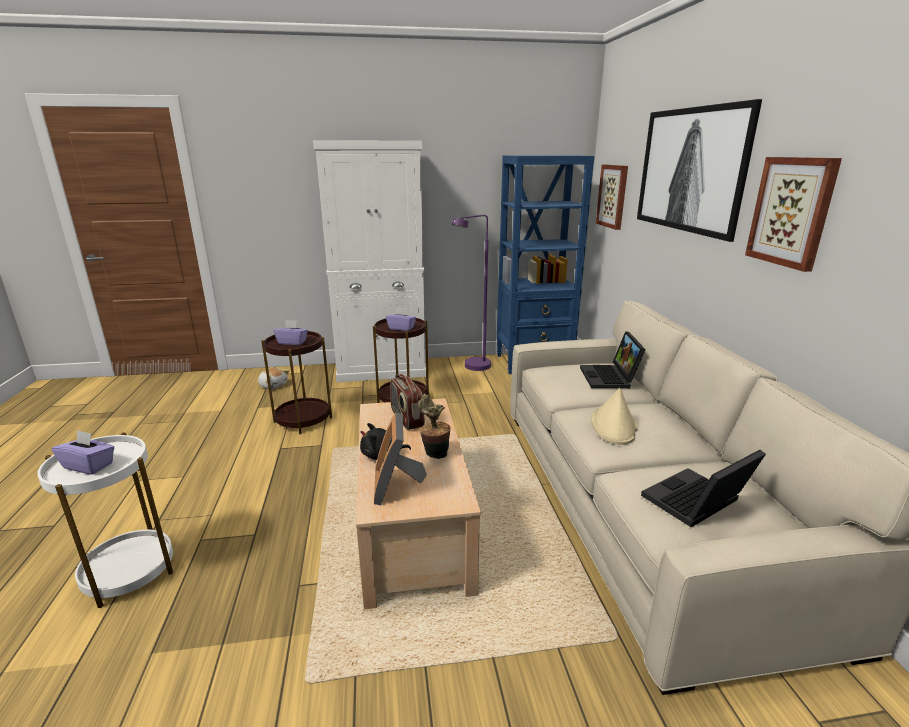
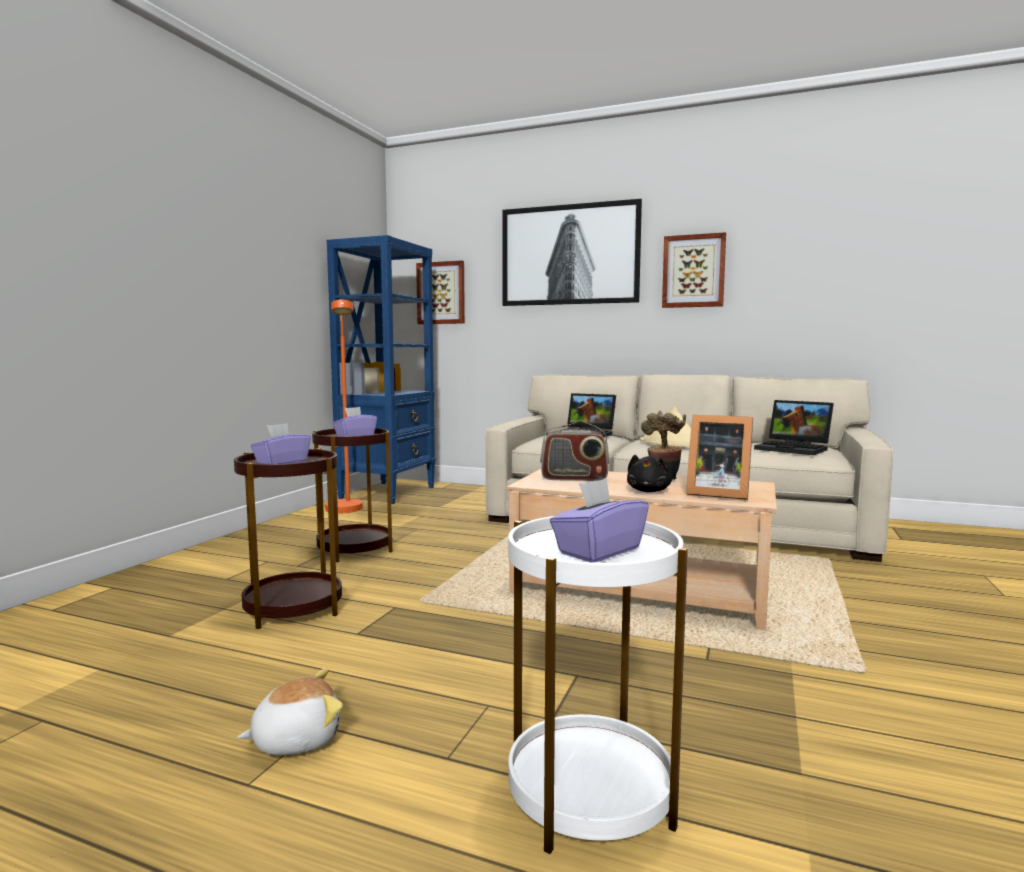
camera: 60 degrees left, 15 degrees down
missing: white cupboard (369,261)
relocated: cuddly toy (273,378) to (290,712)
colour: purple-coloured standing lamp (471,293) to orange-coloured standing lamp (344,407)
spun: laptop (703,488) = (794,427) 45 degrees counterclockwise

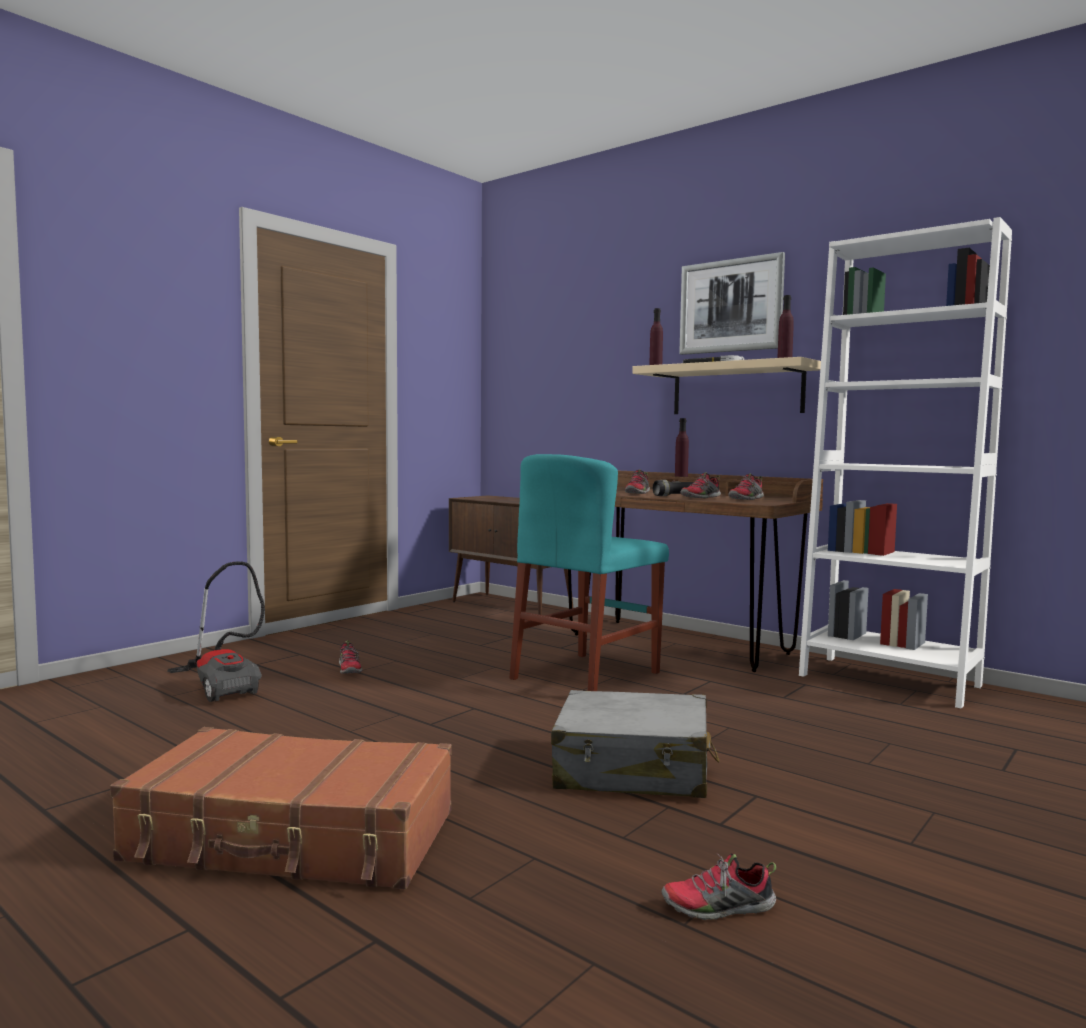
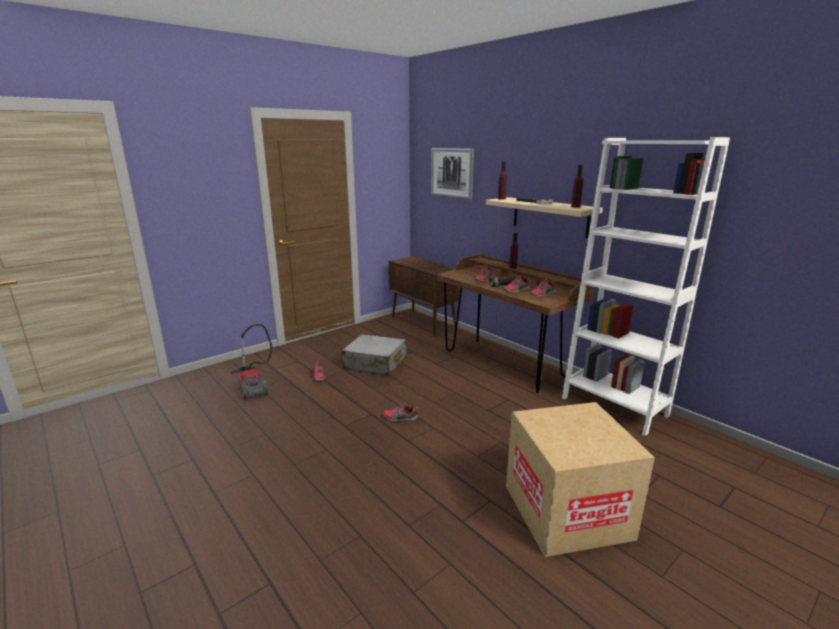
camera: 10 degrees right, 15 degrees up
missing: brown travel case (281,808); blue-green chair (589,572)
appeared: carton (580,479)
relocated: gray travel case (635,744) to (374,355); item of footwear (718,886) to (400,412); wall picture (732,303) to (452,174)

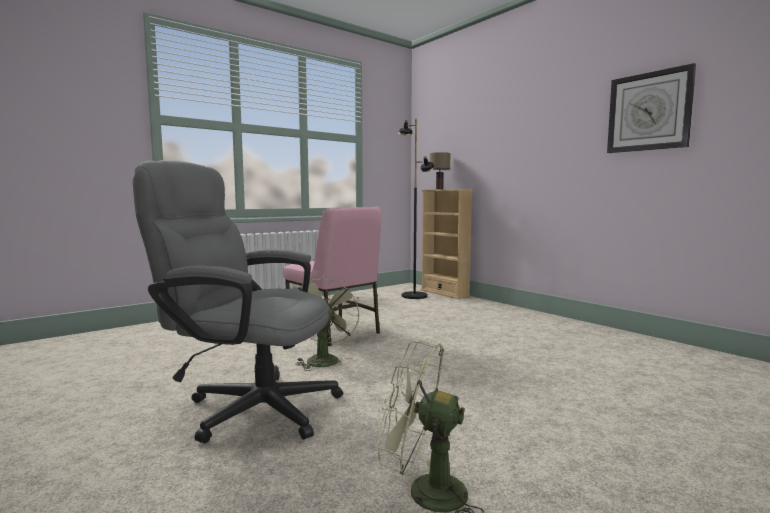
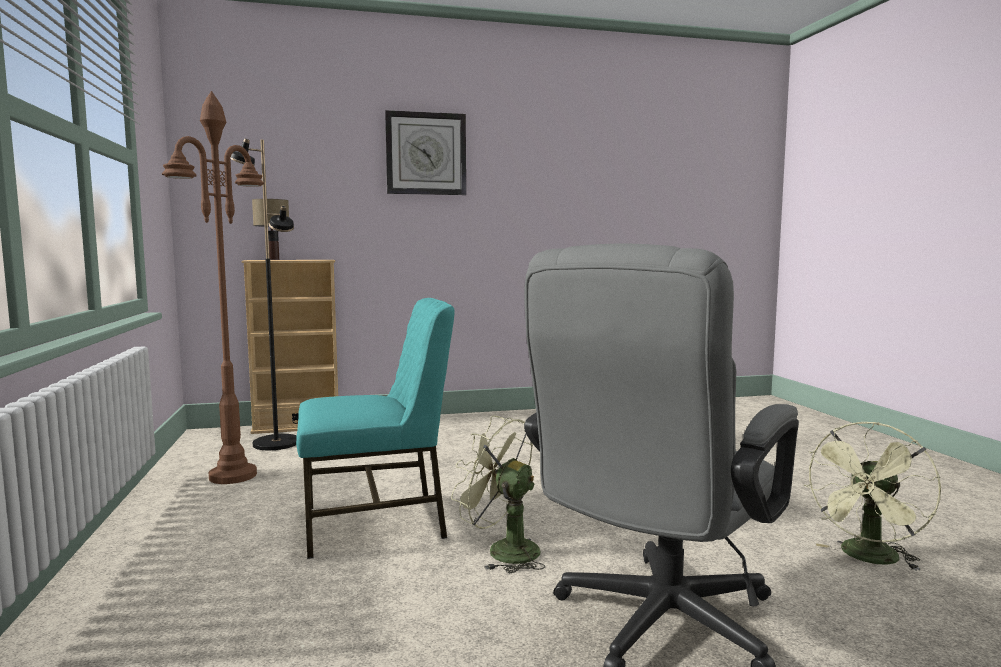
camera: 65 degrees left, 0 degrees up
appeared: brown standing lamp (213,287)
relocated: clock on the wall (651,108) to (425,152)
colour: pink-coloured chair (332,276) to blue-green chair (375,428)

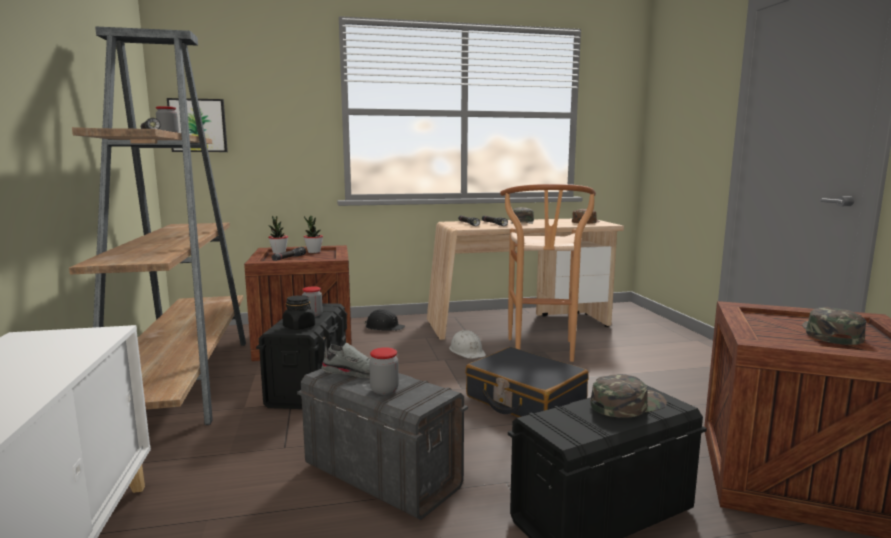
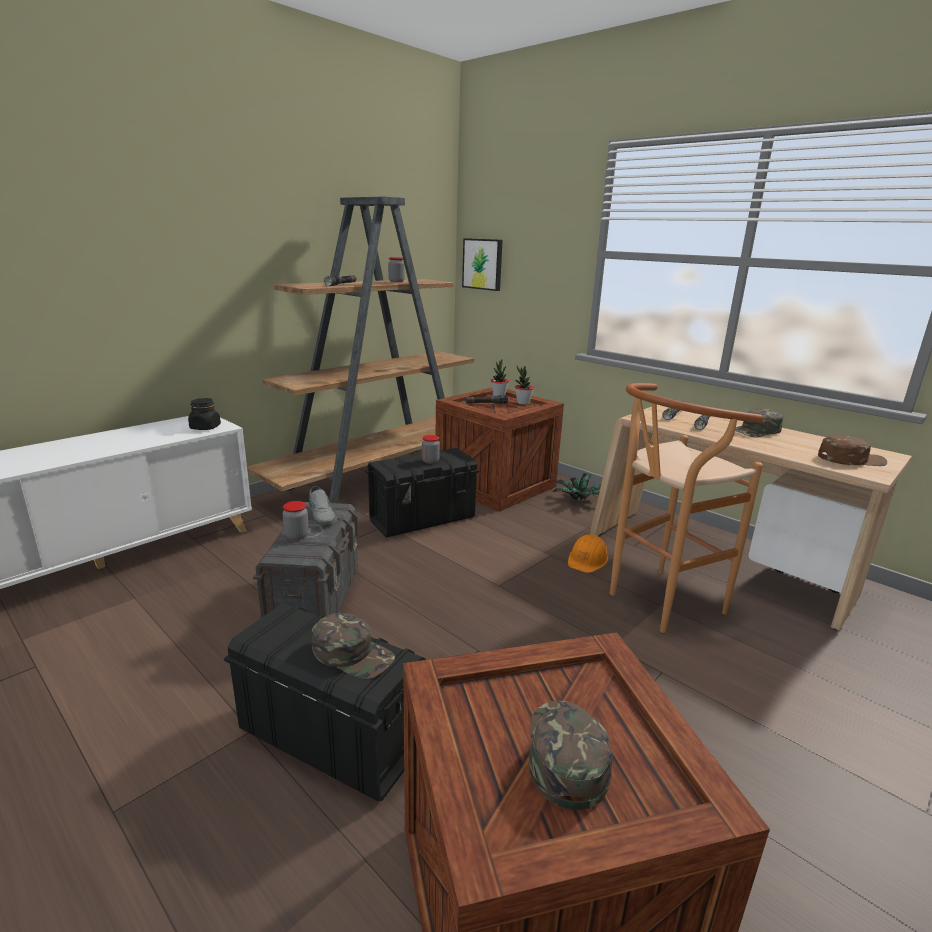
camera: 55 degrees right, 10 degrees up
missing: black-coloured travel case (527,382)
relocated: black-coloured storage jar (299,312) to (204,414)
exchanged: black-coloured hard hat (384,320) to plant in a pot (577,486)
colour: white hard hat (467,344) to orange-coloured hard hat (588,553)
spun: greenish baseball cap (834,326) = (571,755) 75 degrees counterclockwise

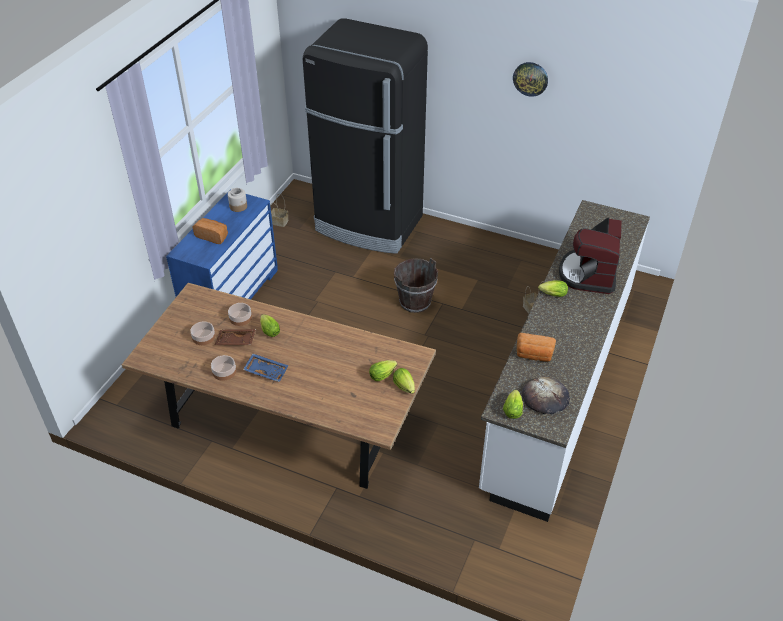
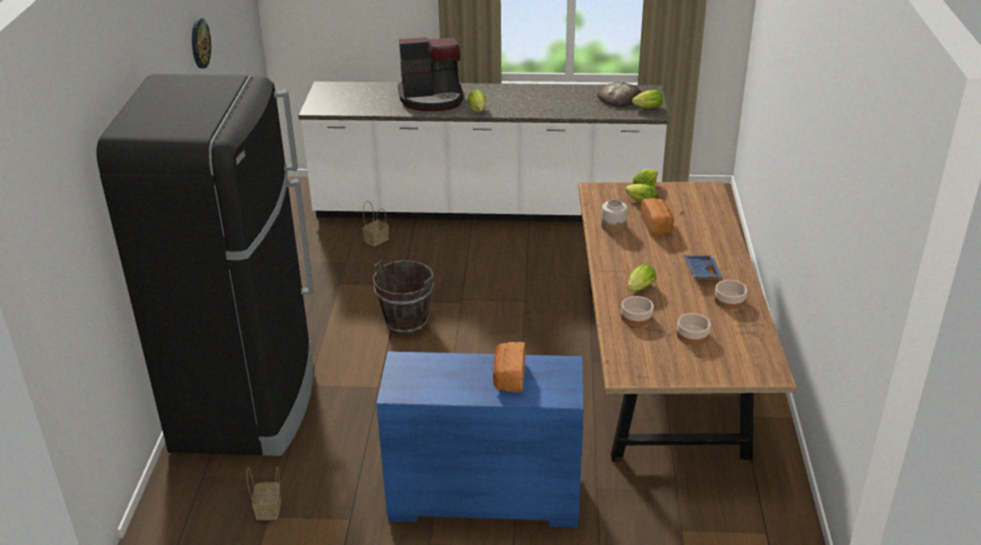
camera: 110 degrees left, 10 degrees down
missing: brown tray (235,337)
relocated: storage jar (237,200) to (614,216); bread (536,347) to (657,217)

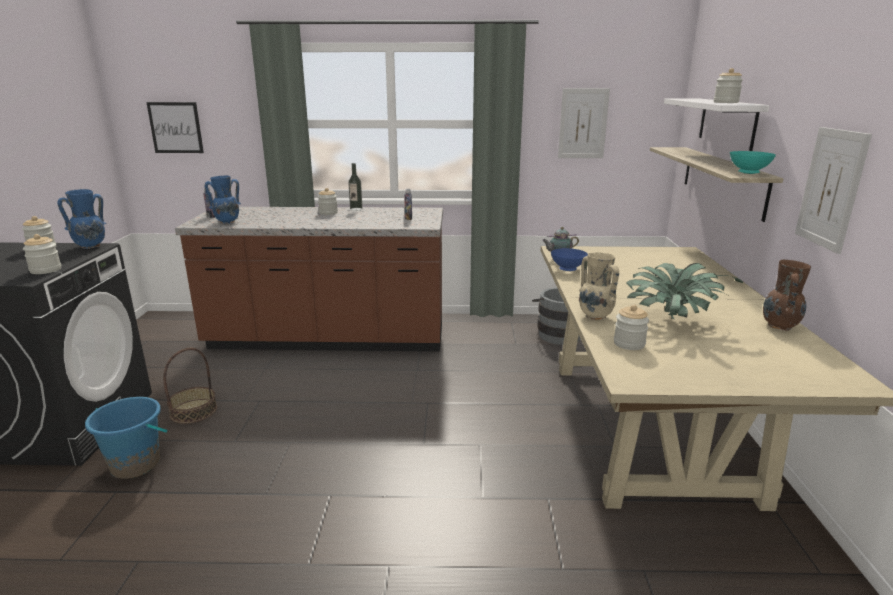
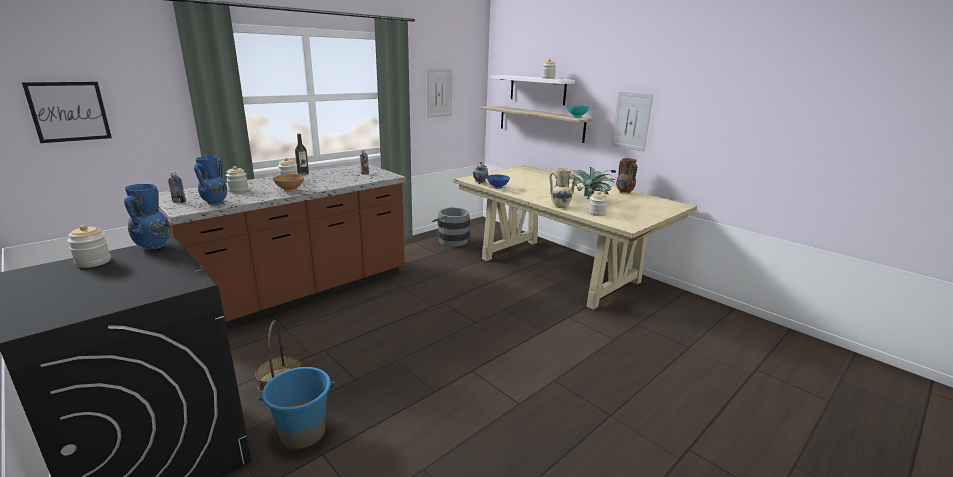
camera: 45 degrees left, 0 degrees up
appeared: brown serving bowl (288,183)
relocated: storage jar (42,254) to (237,179)

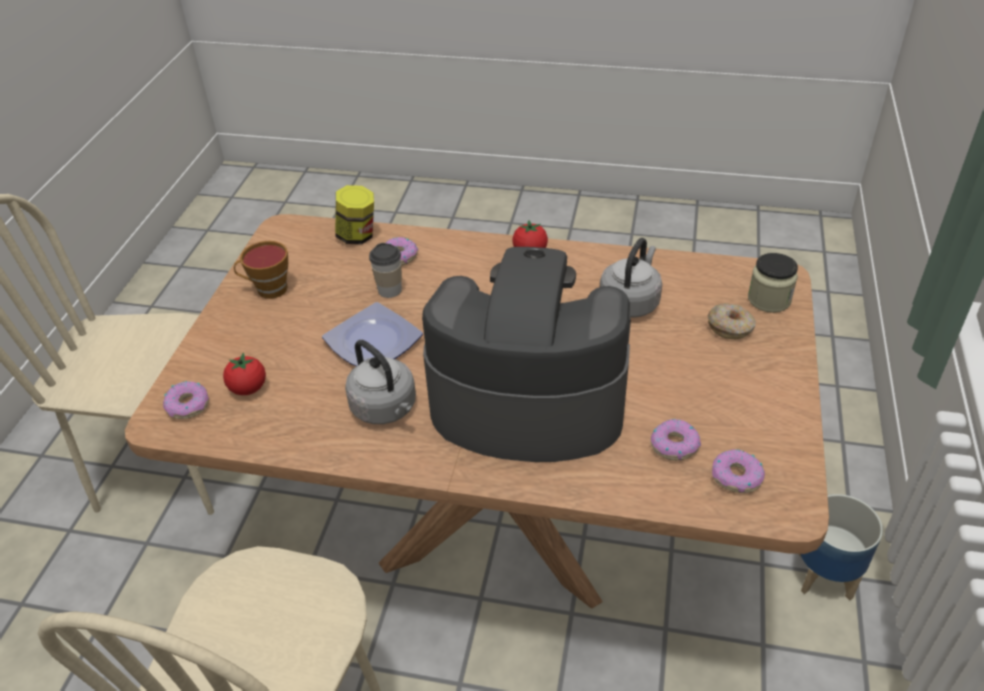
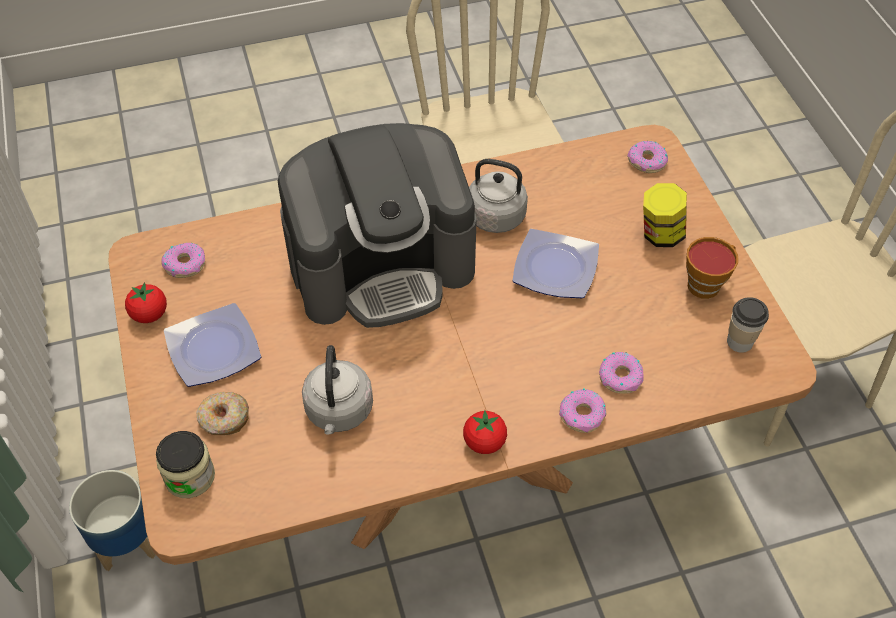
camera: 150 degrees right, 10 degrees up
appeared: flat dish (212,345)
relocated: tomato (244,374) to (146,302); storage jar (354,214) to (665,215); cup (385,270) to (748,325); ring doughnut (675,440) to (582,410)

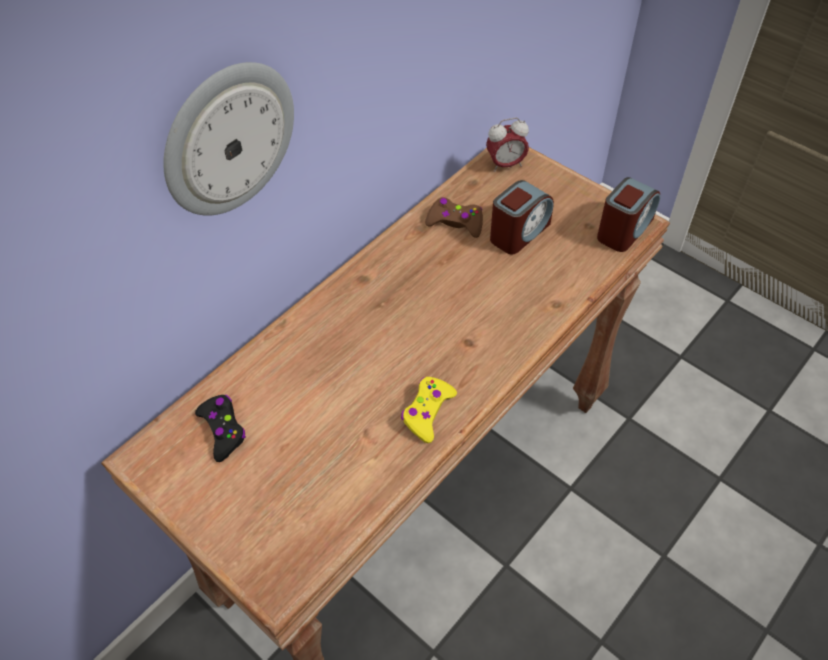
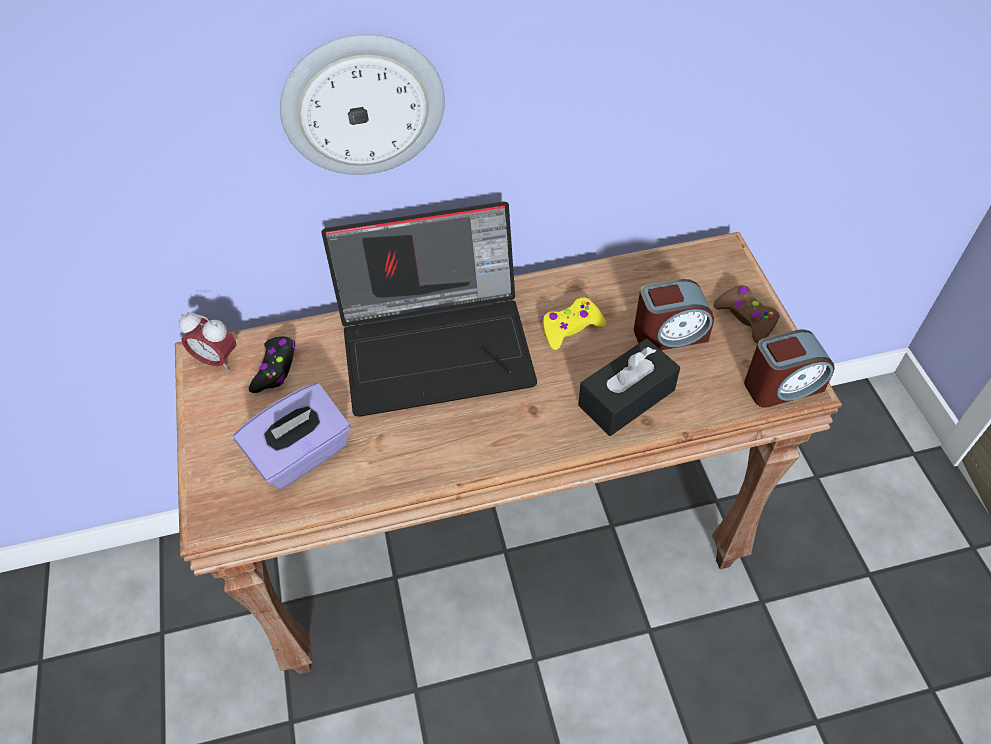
camera: 35 degrees right, 0 degrees up
appeared: purple-coloured tissue holder (292,436); laptop (429,309); black-coloured tissue holder (629,387)
relocated: yellow game controller (429,410) to (574,323); brown game controller (454,217) to (747,314); alarm clock (507,145) to (207,341)

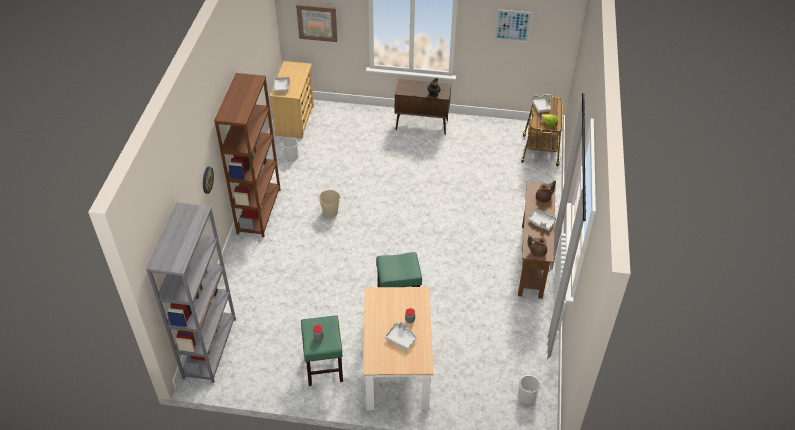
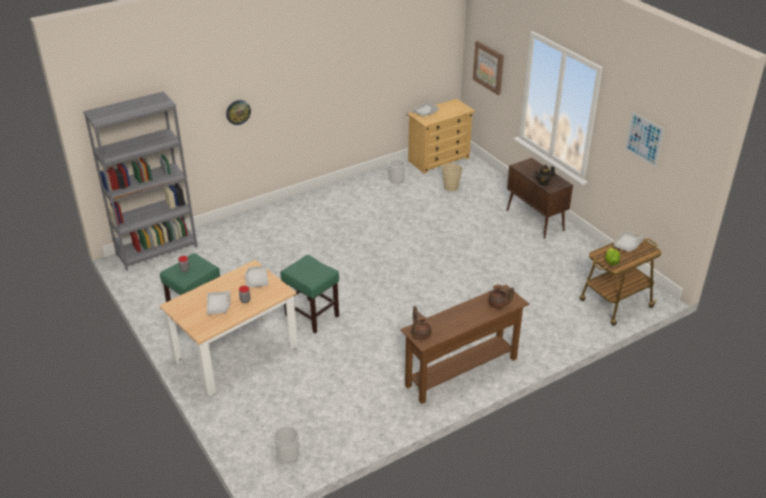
camera: 50 degrees right, 10 degrees down
missing: brown bookshelf (247,155)
relocated: beige bucket (329,204) to (452,177); gray tray (542,220) to (256,277)

